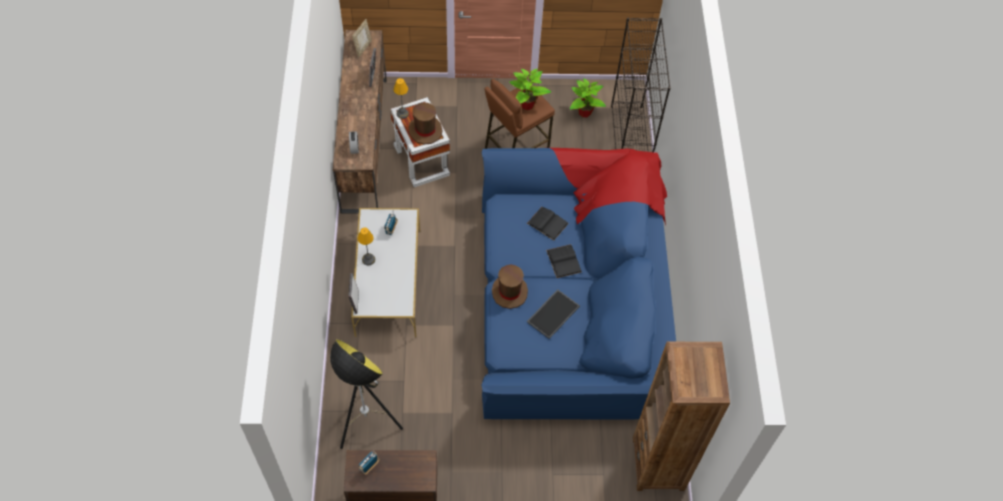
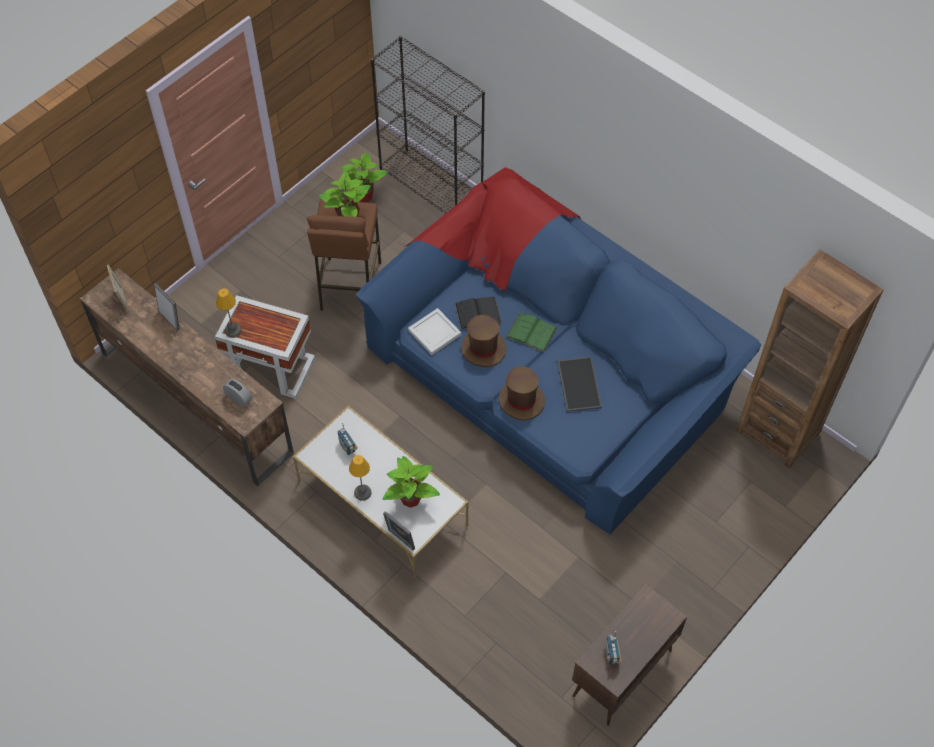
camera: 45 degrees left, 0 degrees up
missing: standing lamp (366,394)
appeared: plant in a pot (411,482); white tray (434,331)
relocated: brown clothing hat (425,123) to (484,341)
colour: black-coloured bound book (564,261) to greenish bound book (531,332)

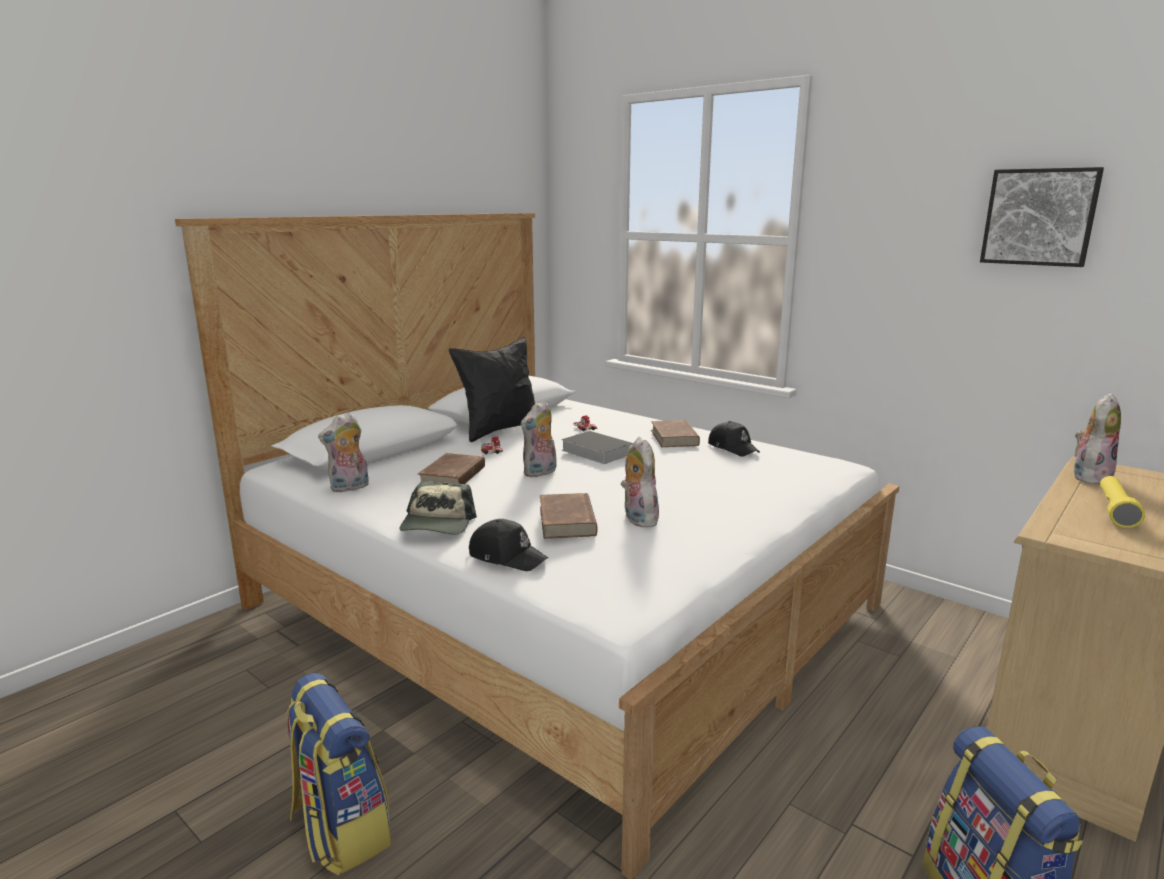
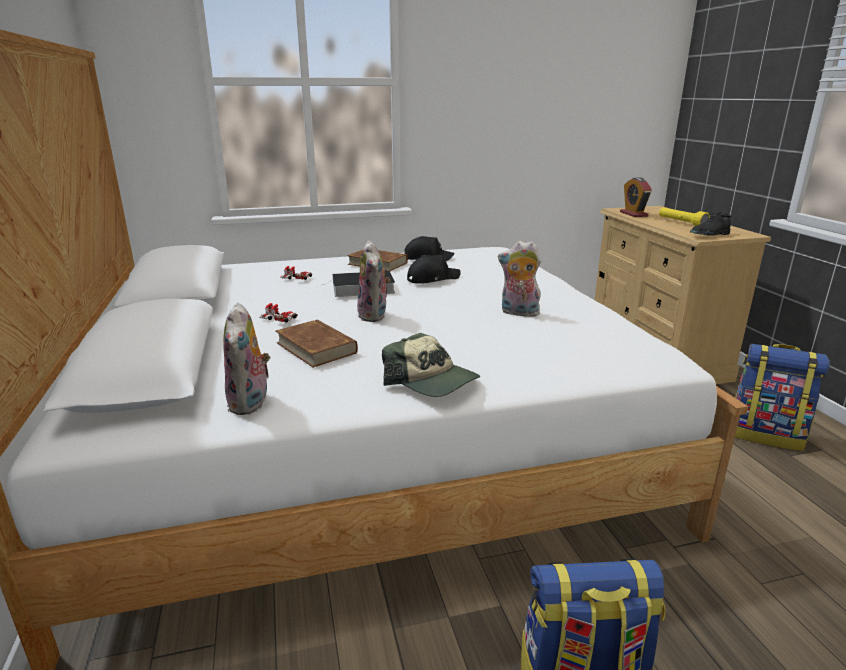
camera: 55 degrees left, 5 degrees up
missing: black-coloured throw pillow (492,389); brown bound book (569,516); wall picture (1042,217)
appeared: black-coloured item of footwear (711,224)
relocated: black-coloured baseball cap (508,545) to (434,269)
exchanged: cuddly toy (1097,438) to alarm clock (636,197)

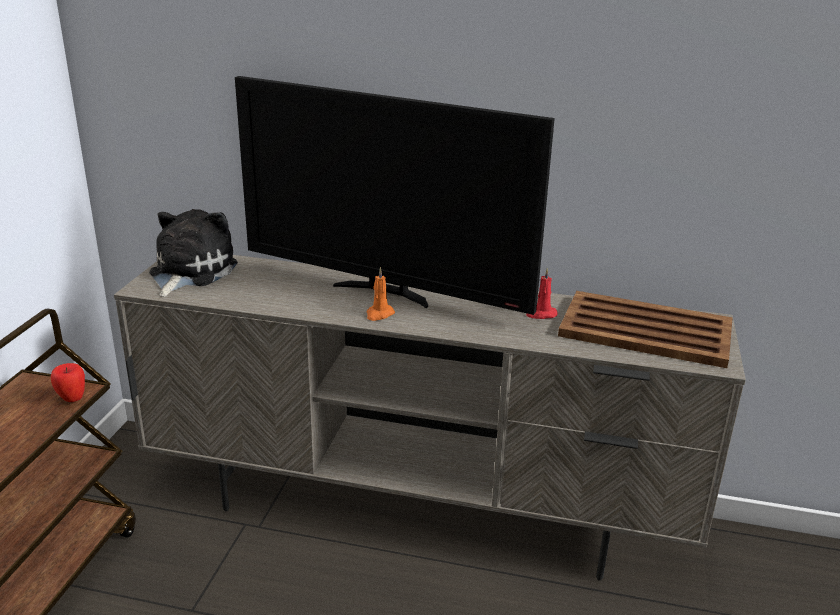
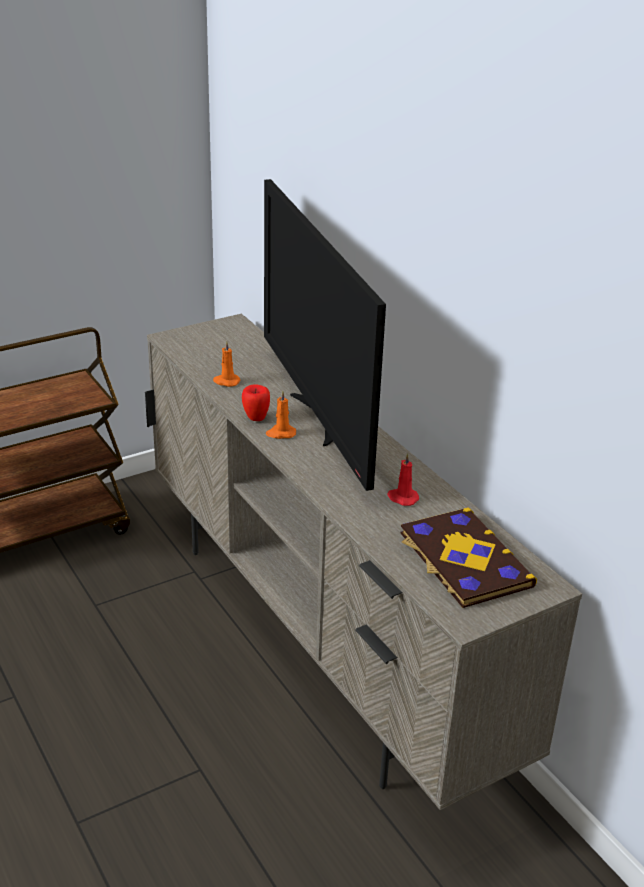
camera: 45 degrees right, 5 degrees up
missing: cuddly toy (193,253)
appeared: orange-coloured wax candle (227,364)
relocated: apple (68,382) to (256,402)
exchanged: brown tray (645,329) to bound book (468,557)

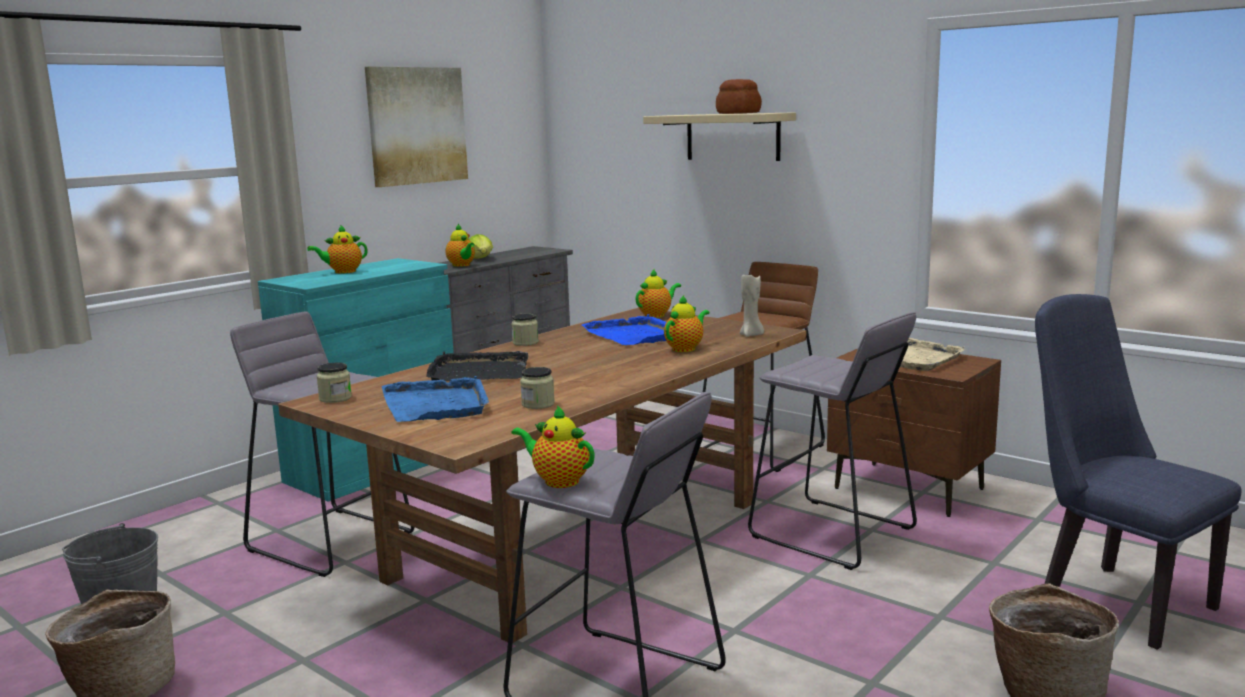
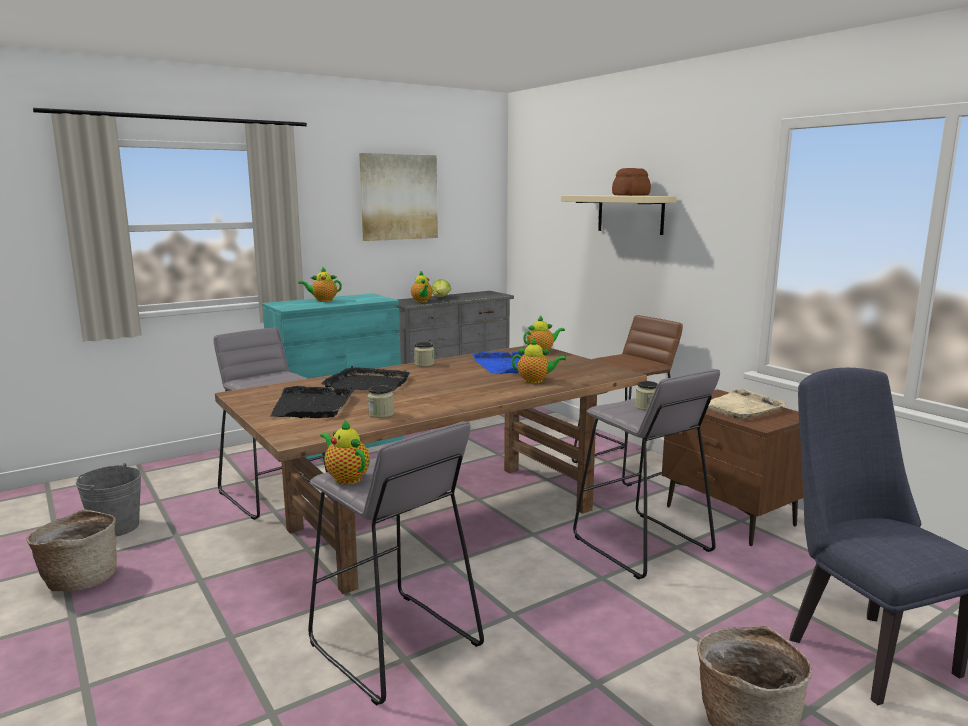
camera: 15 degrees right, 0 degrees up
missing: beige wax candle (752,306)
relocated: storage jar (334,383) to (646,396)
colour: blue tray (435,399) to black-coloured tray (312,402)
spun: teapot (687,323) = (539,360) 45 degrees clockwise

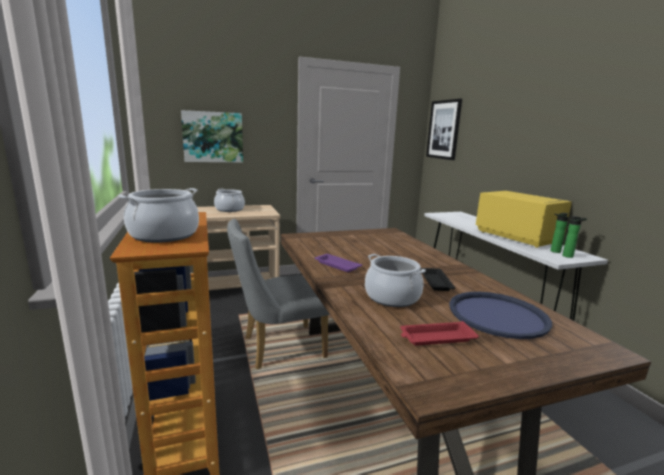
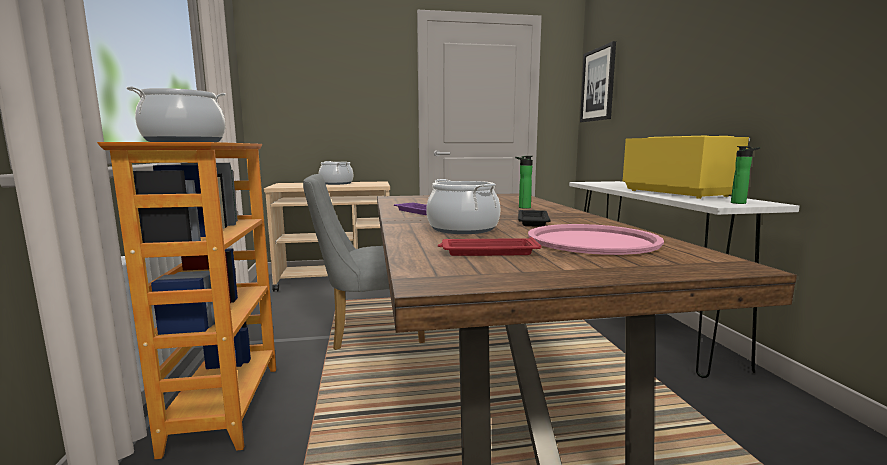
camera: 10 degrees right, 5 degrees down
missing: wall picture (212,136)
relocated: beverage bottle (559,233) to (524,182)
colour: blue tray (500,315) to pink-coloured tray (596,239)

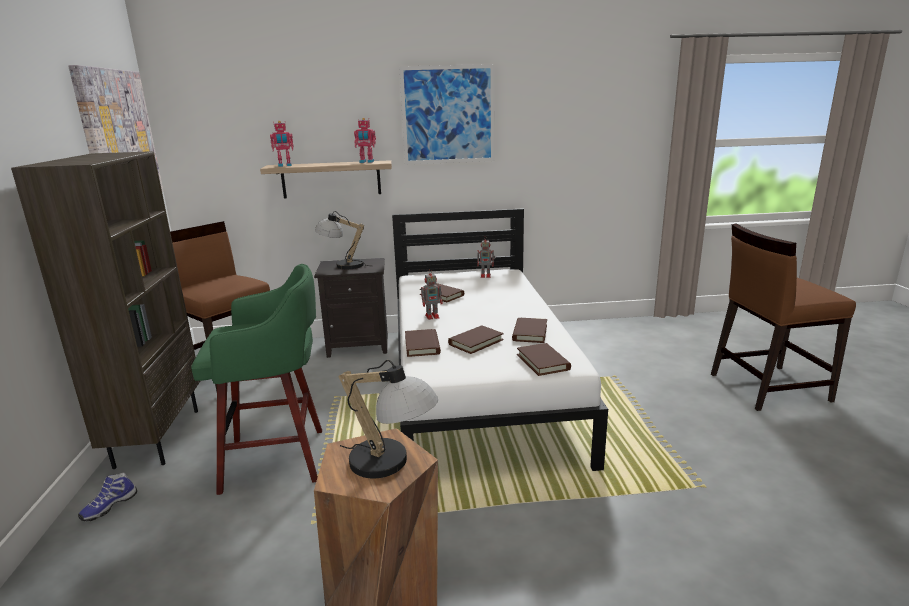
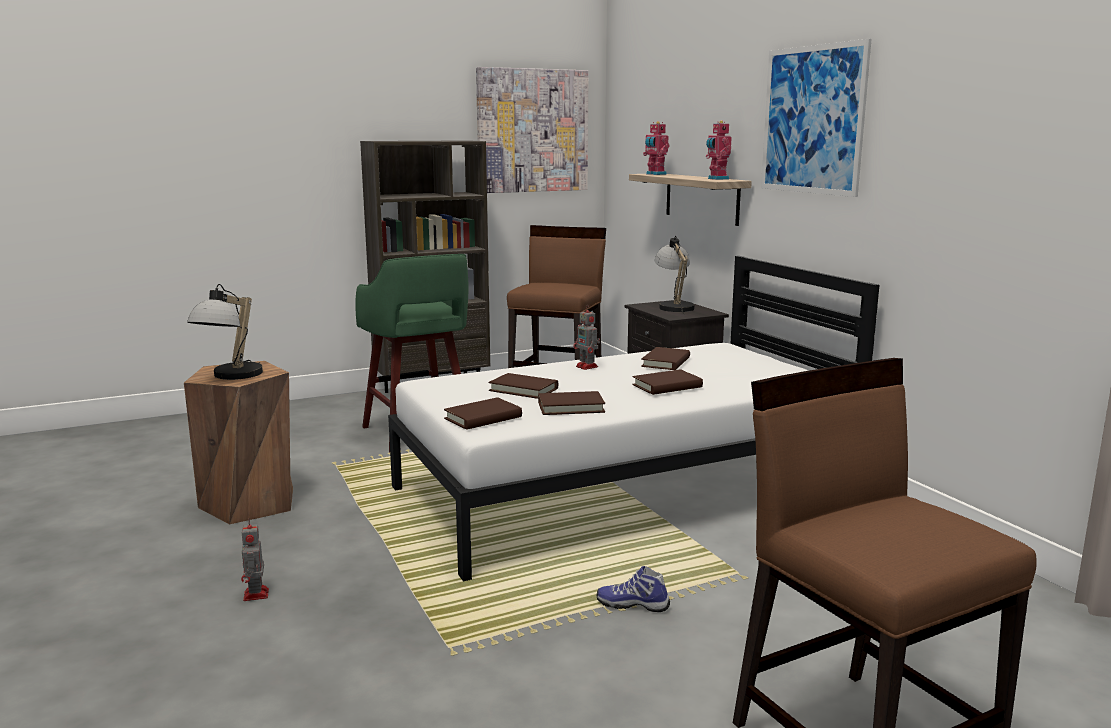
camera: 70 degrees right, 5 degrees down
relocated: item of footwear (107,497) to (633,589); brown bound book (423,343) to (667,382); toy robot (486,257) to (255,560)

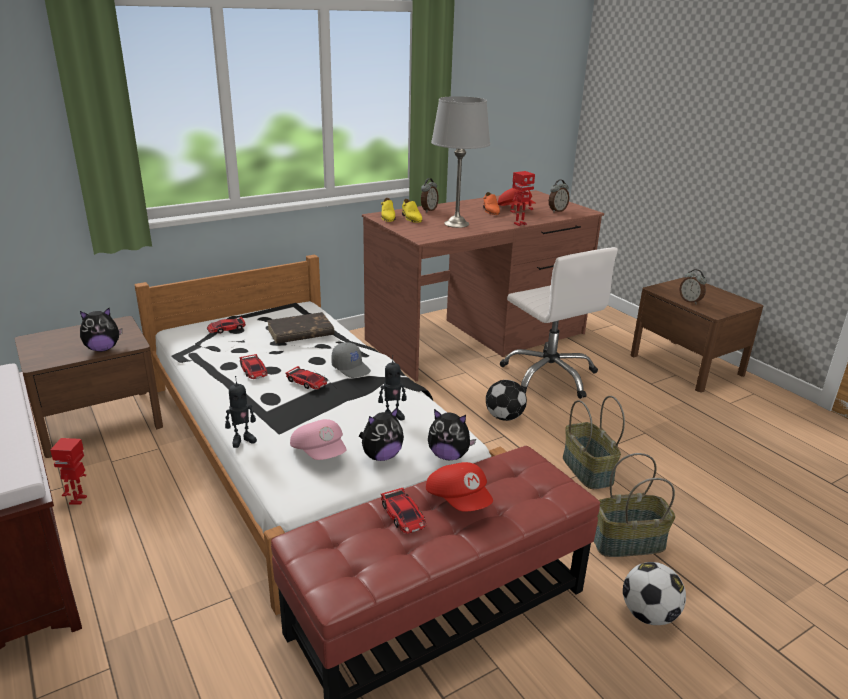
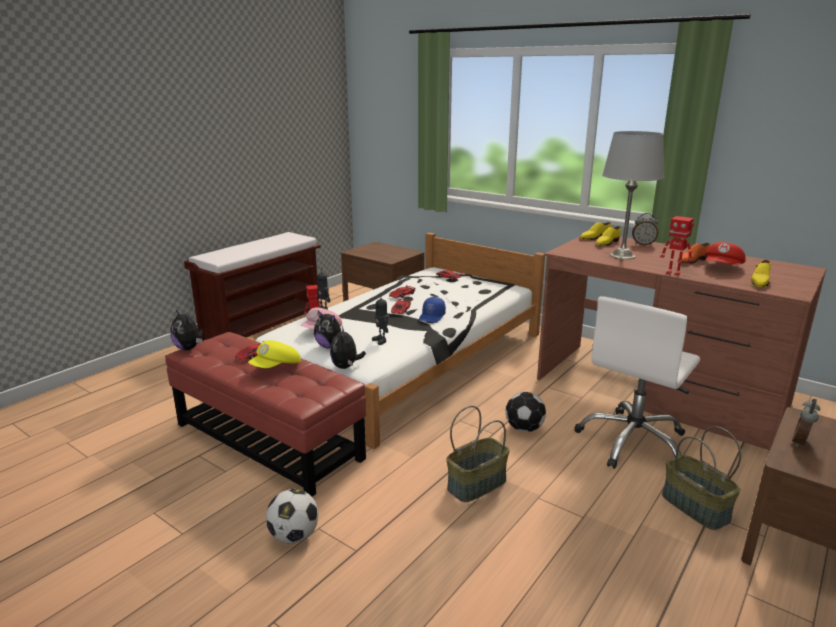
camera: 70 degrees right, 5 degrees down
missing: brown bound book (301,328)
relocated: cuddly toy (101,330) to (186,330); basket (634,505) to (701,478)
exchanged: alarm clock (559,196) to yellow item of footwear (761,273)
colour: gray baseball cap (351,360) to blue baseball cap (432,310); red-coloured baseball cap (459,487) to yellow baseball cap (274,354)

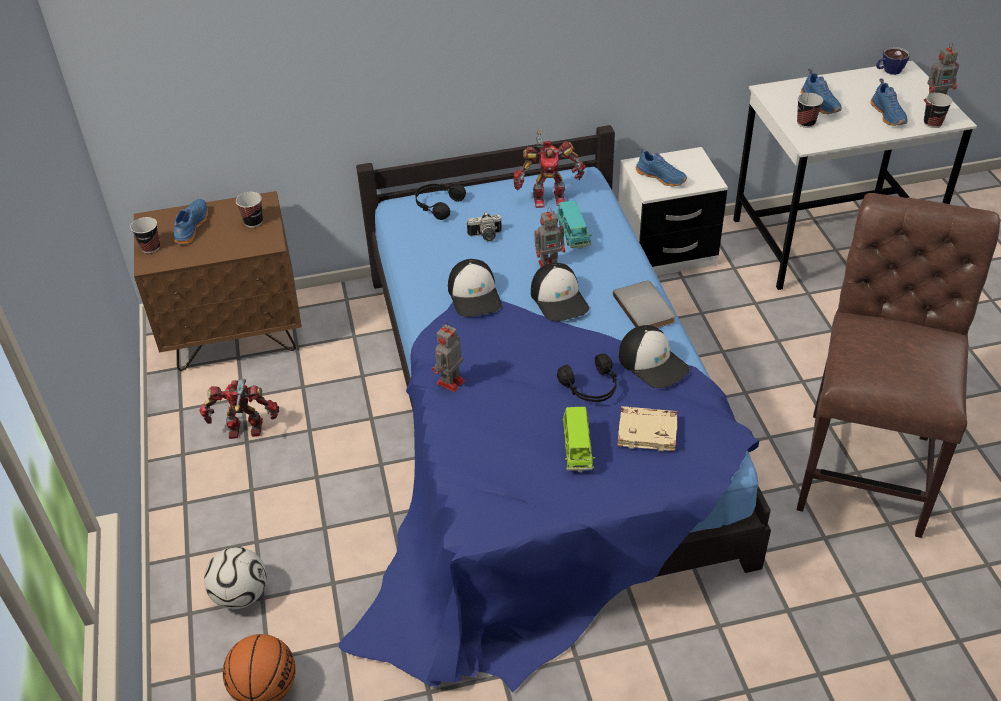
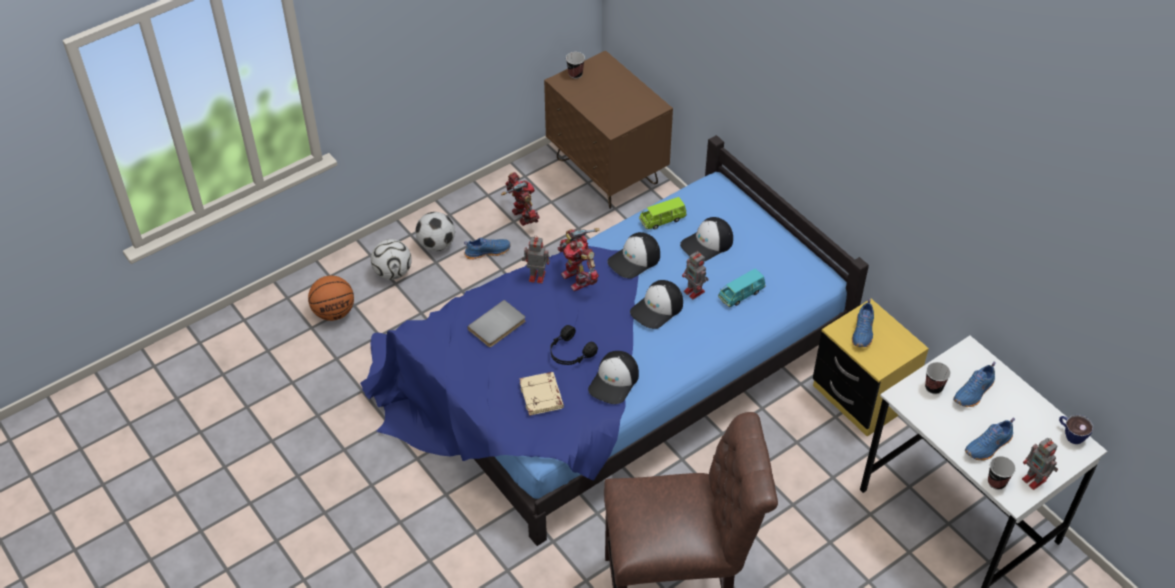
camera: 65 degrees right, 5 degrees up
missing: cup (249,209); black-coloured headphones (440,201)
appeared: ball for football (435,231)
relocated: blue item of footwear (191,221) to (487,249); toy robot (550,169) to (579,259); greenish model car (579,439) to (663,213); gray bound book (644,304) to (496,323)
exchanged: still camera (484,226) to baseball cap (706,239)
colour: white night table (673,211) to yellow night table (871,367)

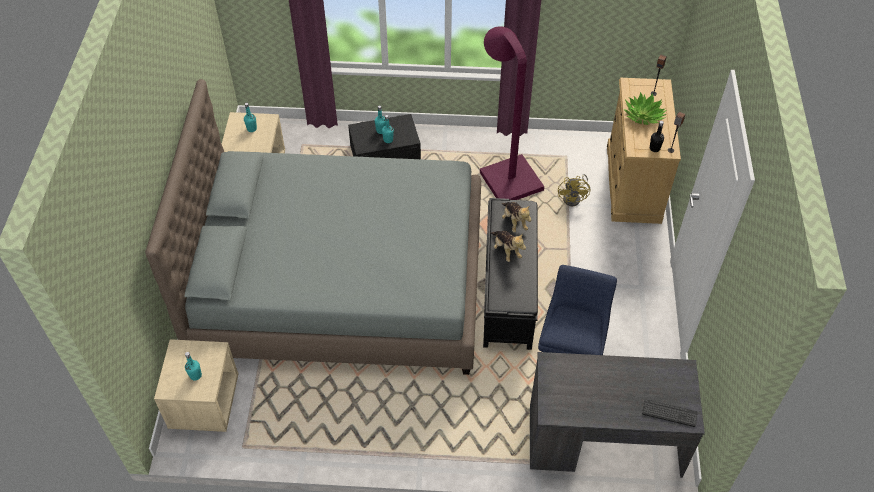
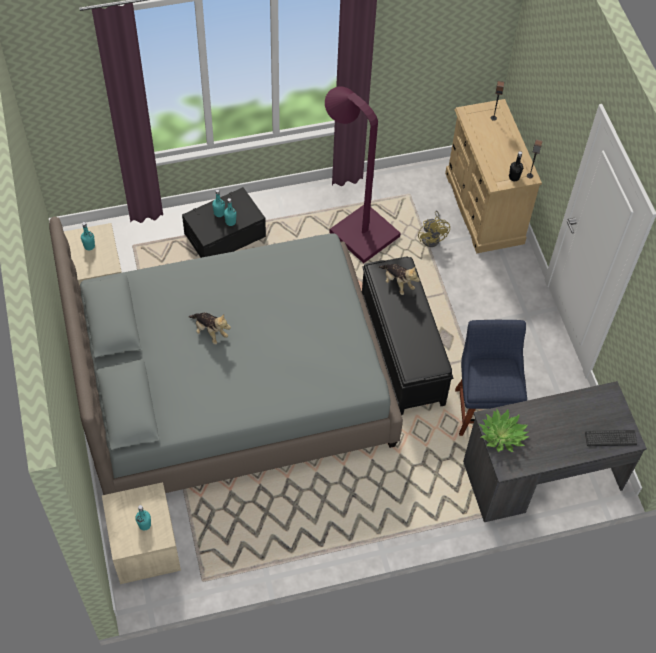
camera: 20 degrees left, 5 degrees up
relocated: cuddly toy (508,246) to (210,328); plant in a pot (645,108) to (504,430)

